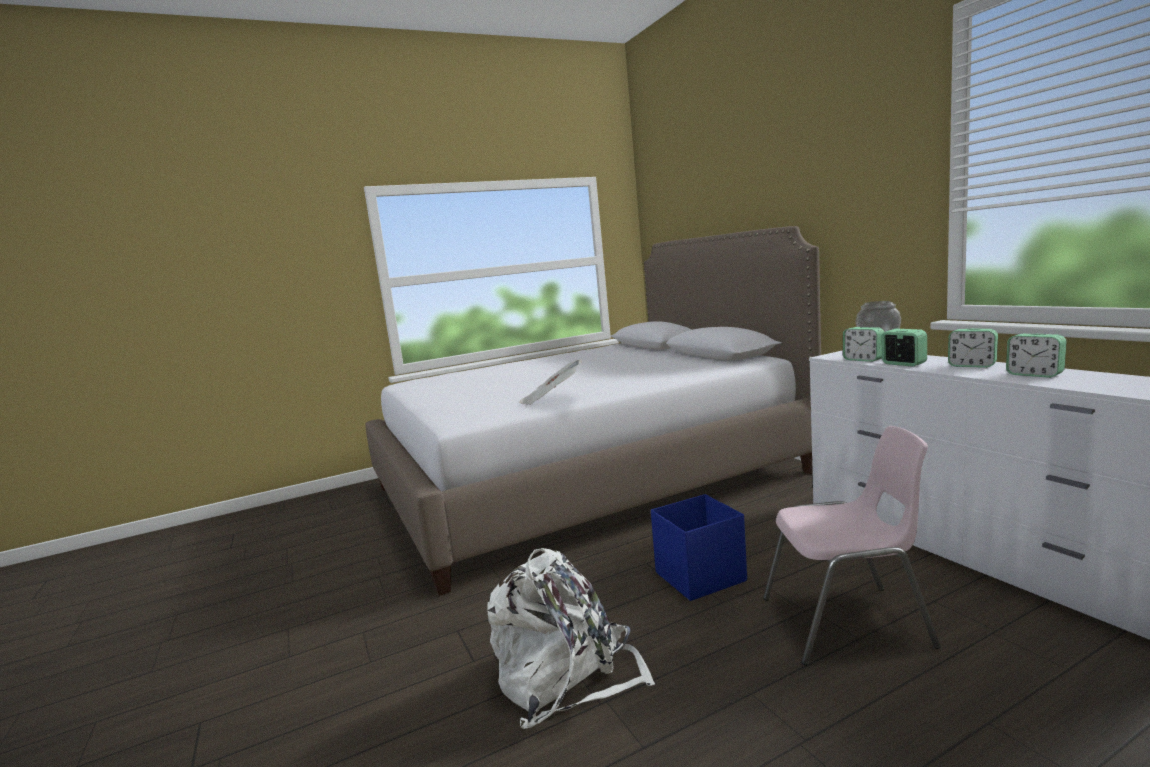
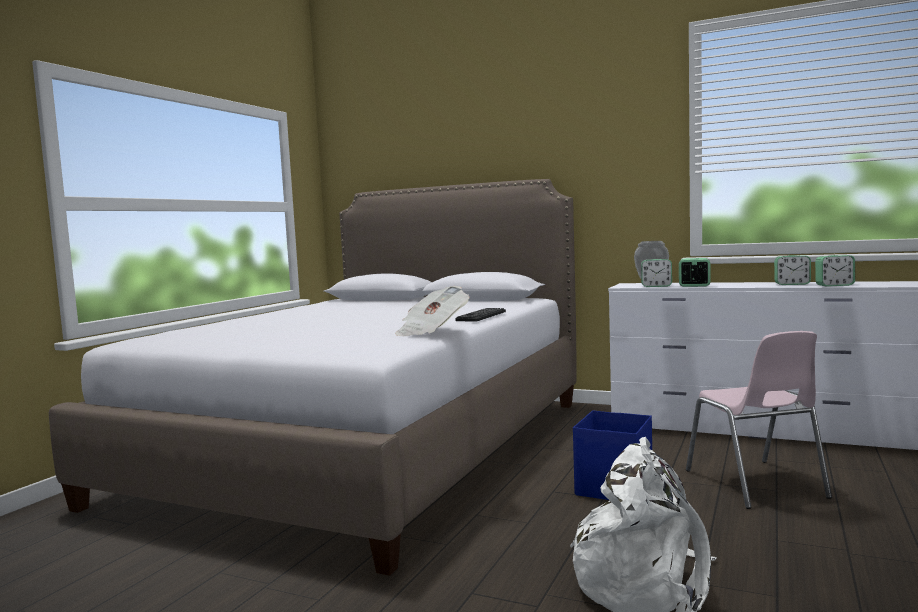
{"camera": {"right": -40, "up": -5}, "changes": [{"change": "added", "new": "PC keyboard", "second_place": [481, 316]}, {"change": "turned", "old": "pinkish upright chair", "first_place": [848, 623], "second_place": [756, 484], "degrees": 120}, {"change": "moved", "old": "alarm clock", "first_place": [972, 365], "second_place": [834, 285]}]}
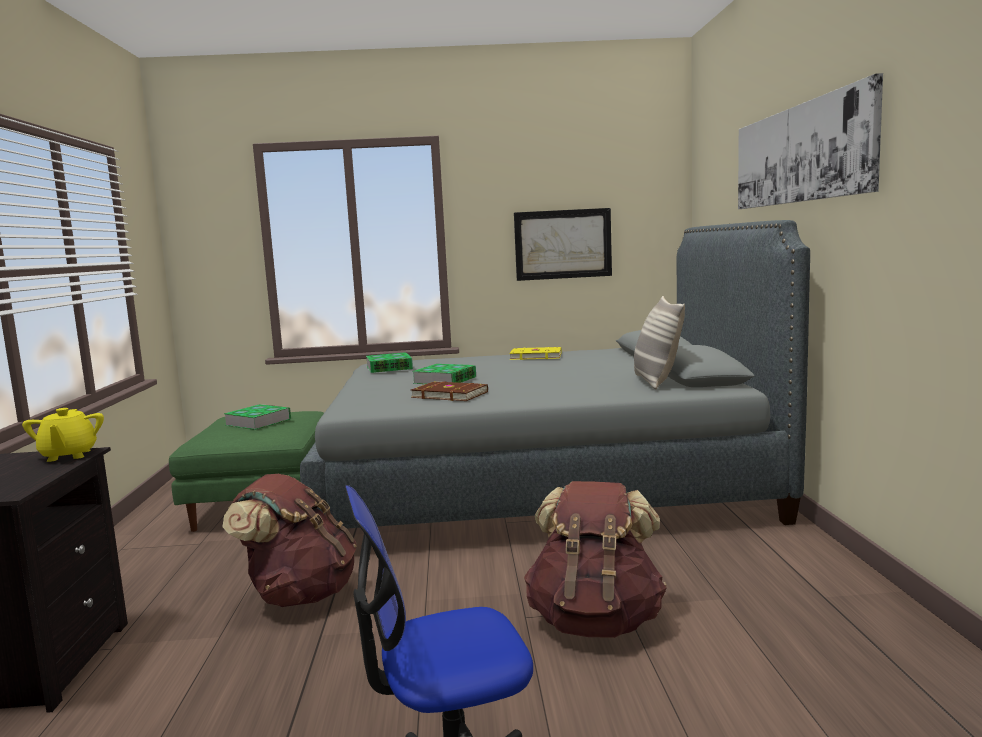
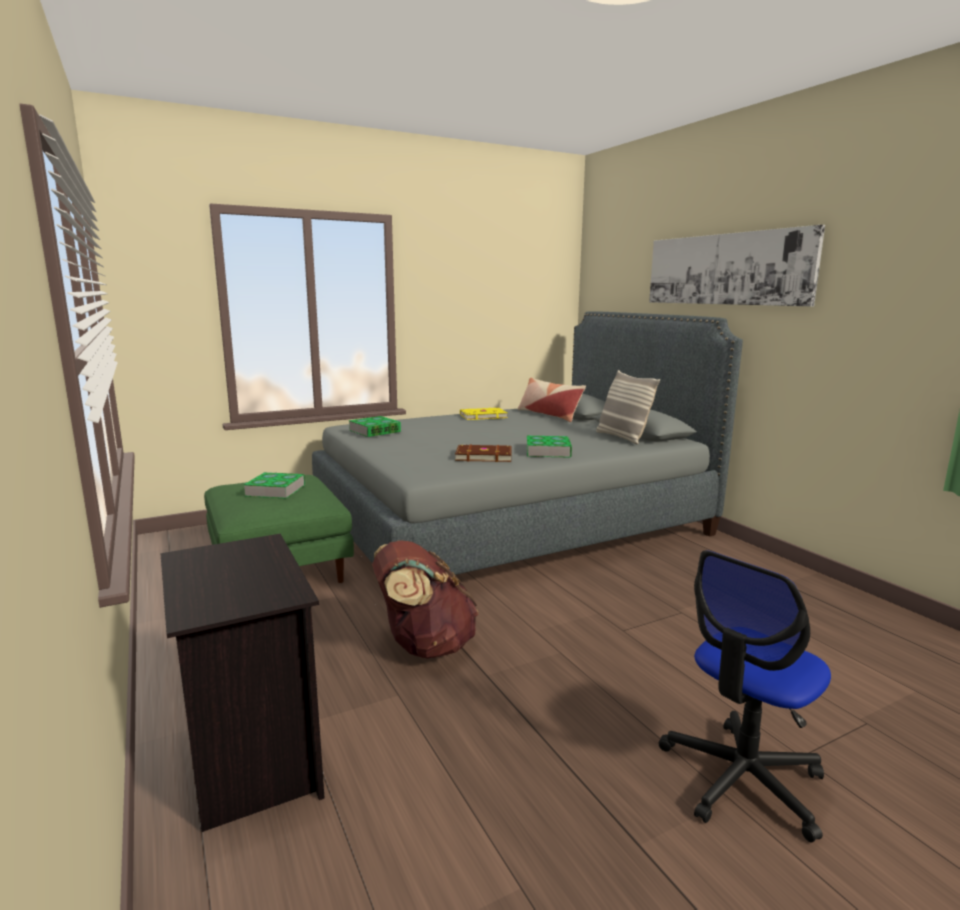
{"camera": {"right": -25, "up": 5}, "changes": [{"change": "added", "new": "throw pillow", "second_place": [549, 415]}, {"change": "moved", "old": "volume", "first_place": [445, 380], "second_place": [548, 451]}, {"change": "removed", "old": "yellow tea pot", "first_place": [68, 455]}, {"change": "removed", "old": "picture", "first_place": [563, 244]}, {"change": "removed", "old": "brown-coloured knapsack", "first_place": [596, 621]}]}
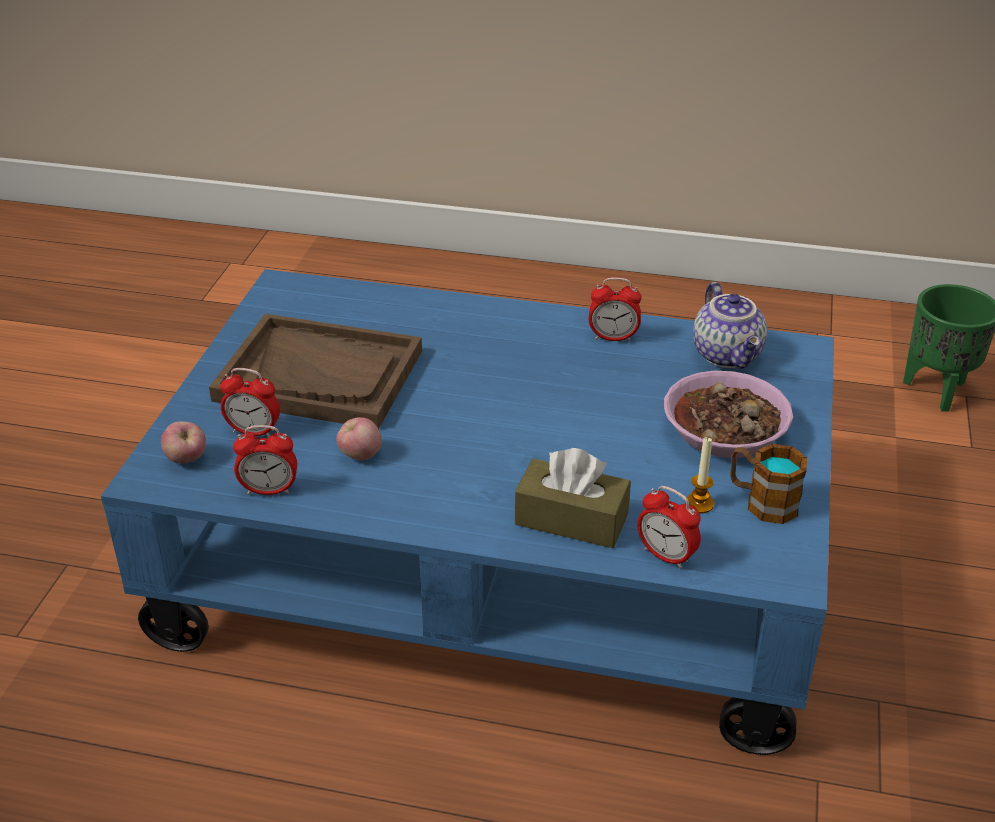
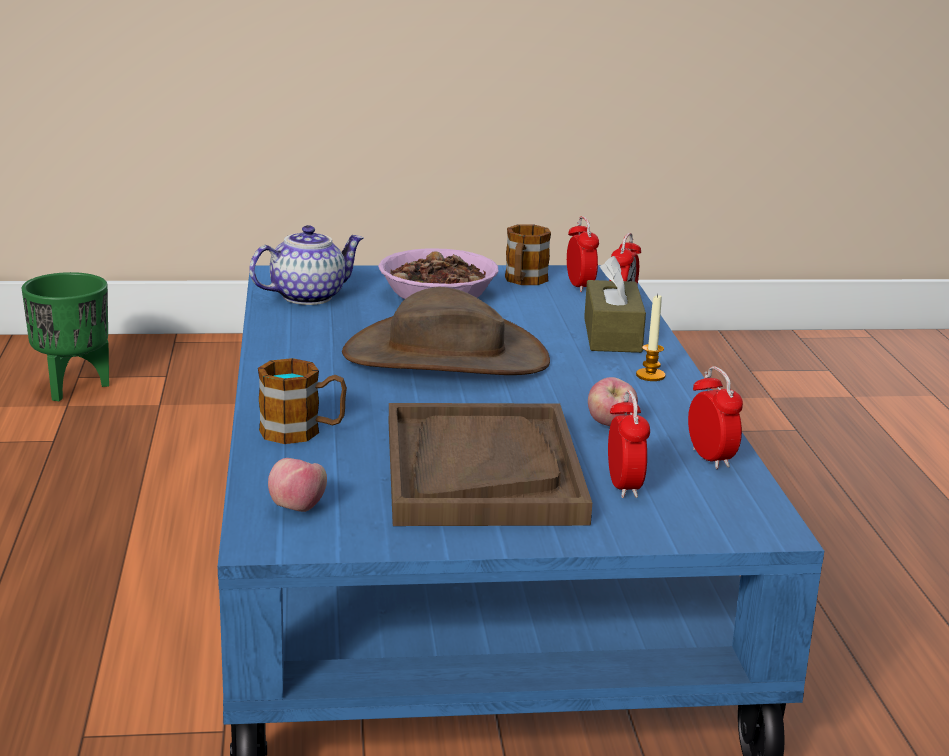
{"camera": {"right": -110, "up": -15}, "changes": [{"change": "added", "new": "coffee mug", "second_place": [302, 432]}, {"change": "moved", "old": "whole apple", "first_place": [186, 459], "second_place": [297, 508]}, {"change": "added", "new": "brown-coloured wearable hat", "second_place": [445, 357]}, {"change": "moved", "old": "alarm clock", "first_place": [613, 337], "second_place": [580, 286]}, {"change": "moved", "old": "wax light", "first_place": [699, 504], "second_place": [650, 375]}]}
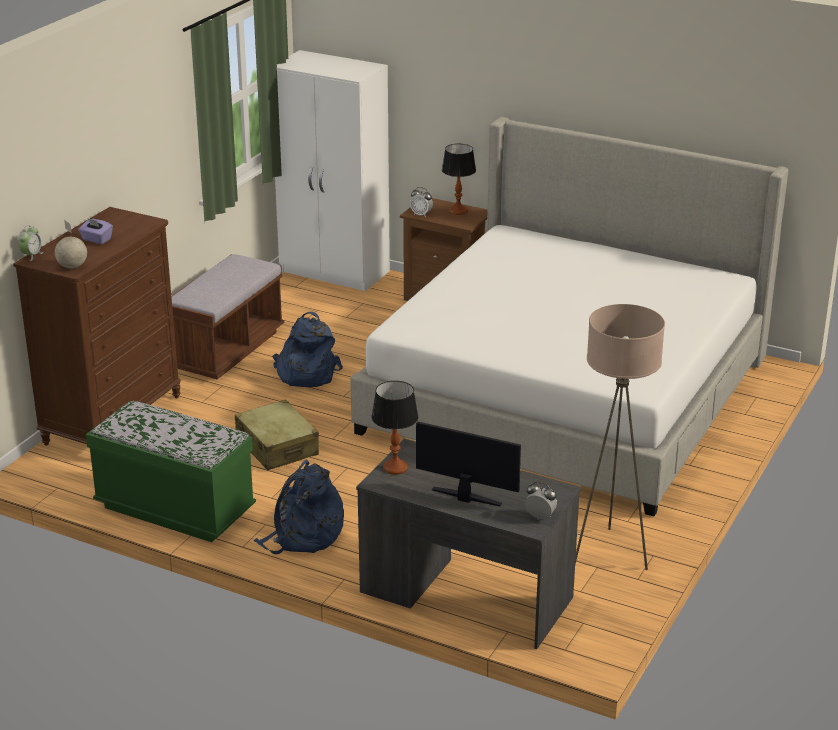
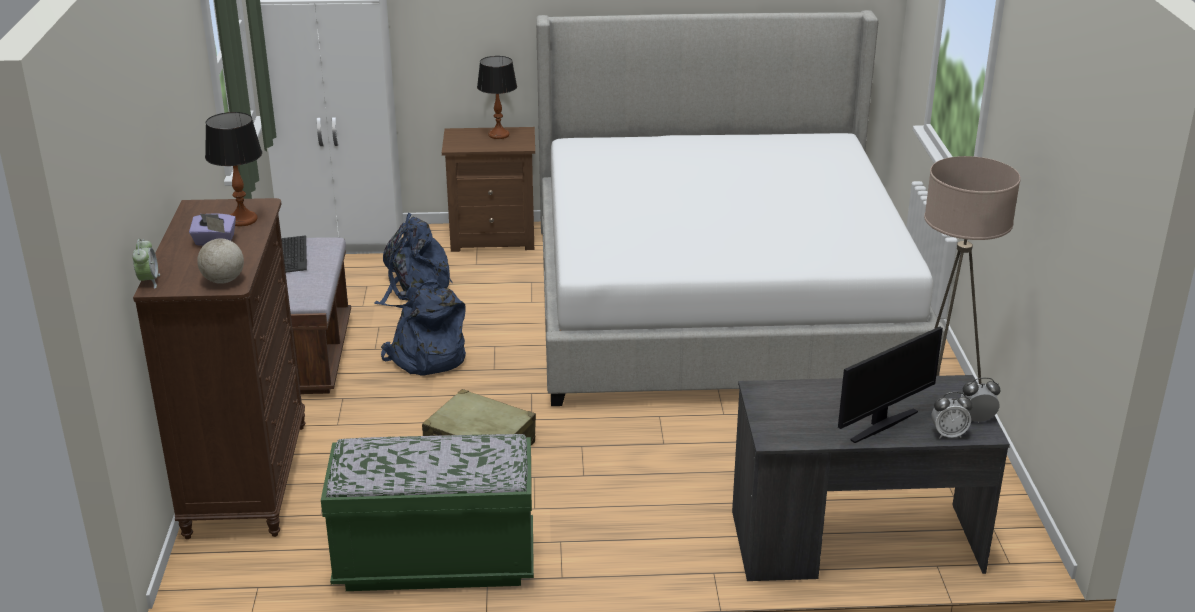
{"camera": {"right": -30, "up": 0}, "changes": [{"change": "moved", "old": "tabletop lamp", "first_place": [395, 468], "second_place": [243, 220]}, {"change": "added", "new": "PC keyboard", "second_place": [292, 255]}, {"change": "moved", "old": "blue knapsack", "first_place": [303, 535], "second_place": [414, 289]}, {"change": "turned", "old": "monitor", "first_place": [465, 498], "second_place": [882, 424], "degrees": 150}, {"change": "moved", "old": "alarm clock", "first_place": [421, 214], "second_place": [948, 434]}]}
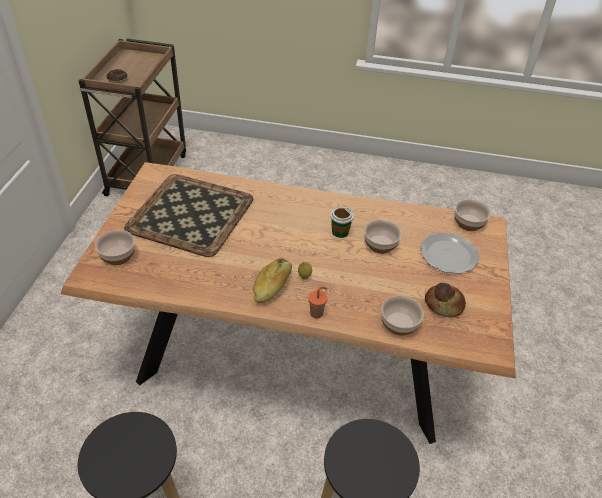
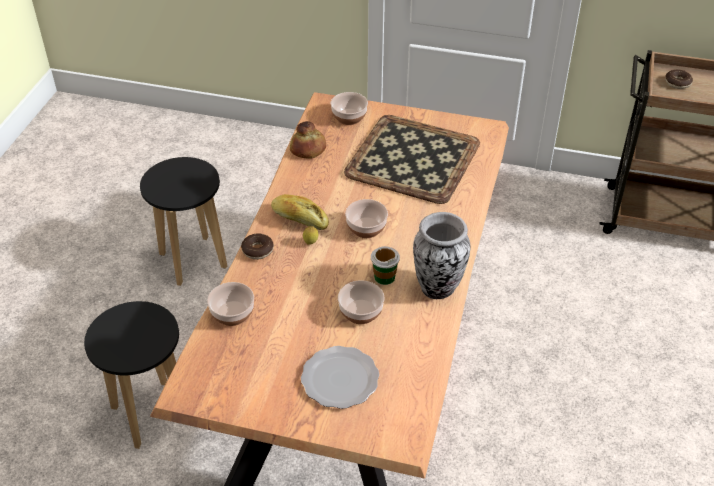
{"camera": {"right": 95, "up": 0}, "changes": [{"change": "replaced", "old": "orangey small cup", "new": "ring doughnut", "first_place": [317, 313], "second_place": [257, 250]}, {"change": "moved", "old": "bread", "first_place": [444, 304], "second_place": [308, 149]}, {"change": "moved", "old": "bowl", "first_place": [469, 223], "second_place": [365, 228]}, {"change": "added", "new": "decorative vase", "second_place": [438, 288]}]}
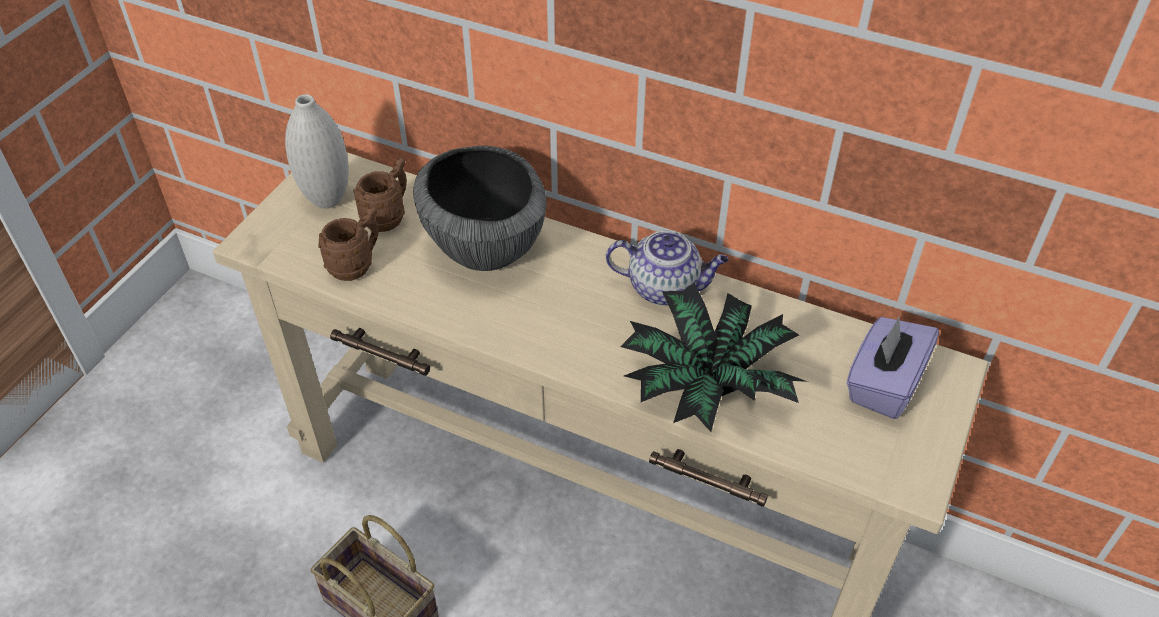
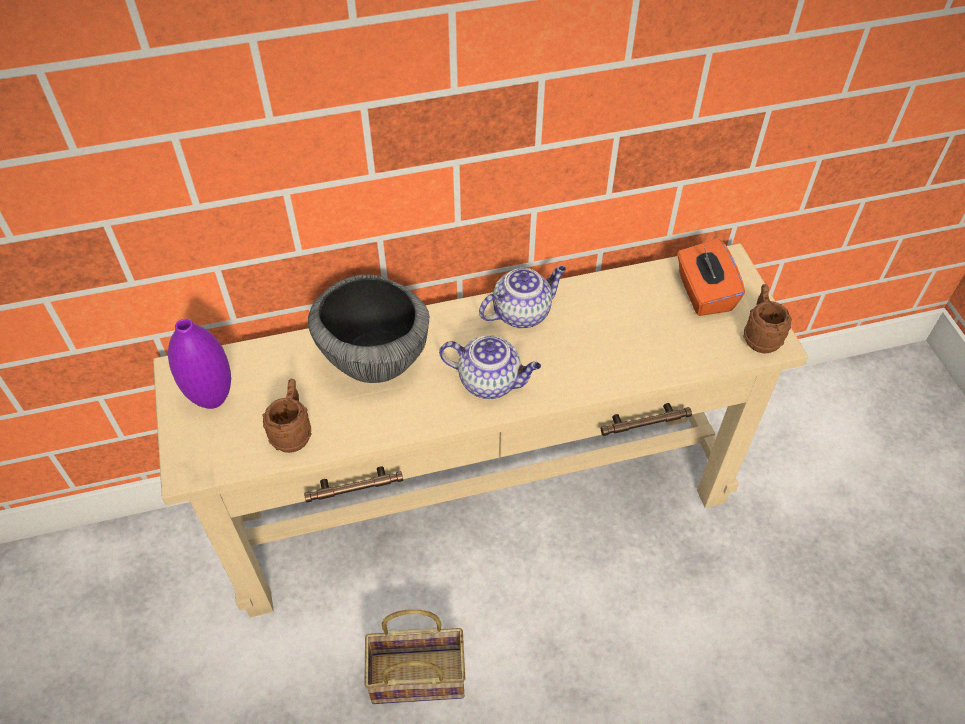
{"camera": {"right": -40, "up": 5}, "changes": [{"change": "recoloured", "old": "white-coloured decorative vase", "new": "purple decorative vase", "first_place": [327, 200], "second_place": [212, 398]}, {"change": "added", "new": "tea pot", "second_place": [490, 381]}, {"change": "recoloured", "old": "purple tissue box", "new": "orangey tissue box", "first_place": [883, 384], "second_place": [703, 293]}, {"change": "moved", "old": "brown-coloured coffee mug", "first_place": [388, 216], "second_place": [759, 336]}, {"change": "removed", "old": "plant in a pot", "first_place": [707, 385]}]}
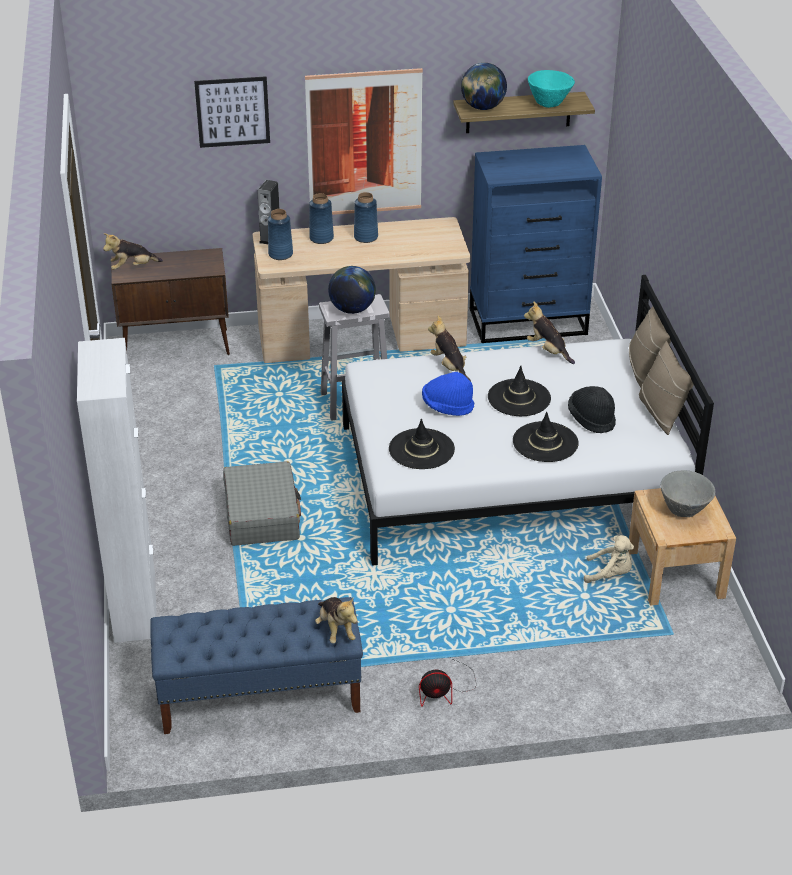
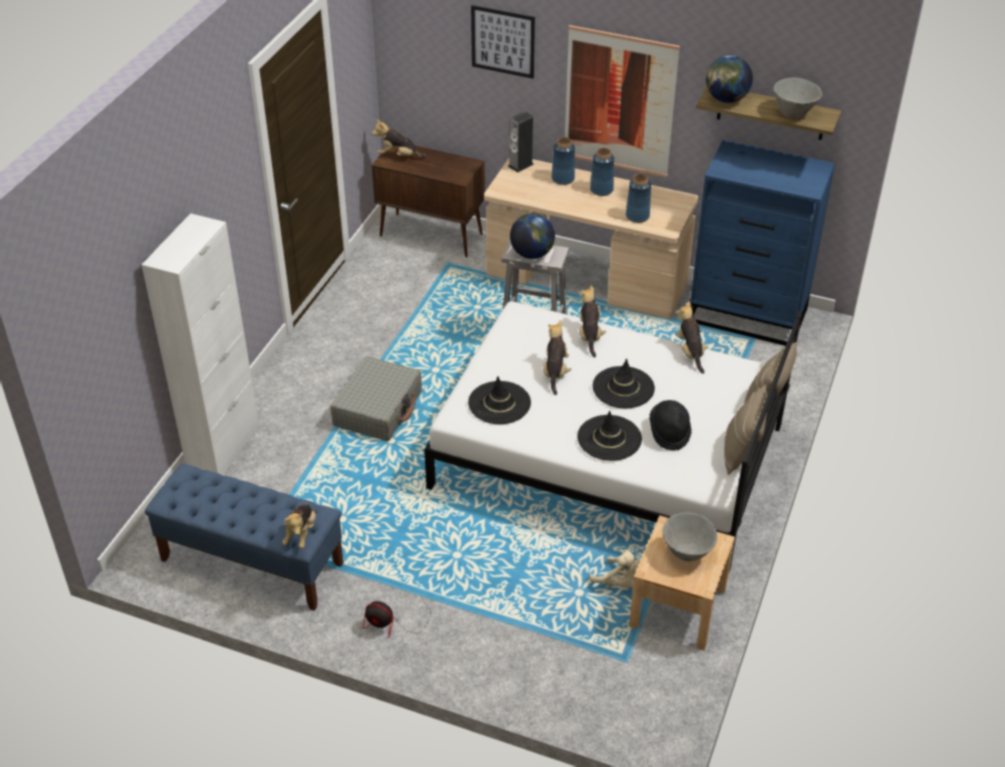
{"camera": {"right": 30, "up": 5}, "changes": [{"change": "replaced", "old": "blue wearable hat", "new": "cuddly toy", "first_place": [447, 407], "second_place": [555, 372]}, {"change": "moved", "old": "blue decorative vase", "first_place": [280, 254], "second_place": [637, 216]}, {"change": "recoloured", "old": "blue-green bowl", "new": "grey bowl", "first_place": [549, 104], "second_place": [794, 113]}]}
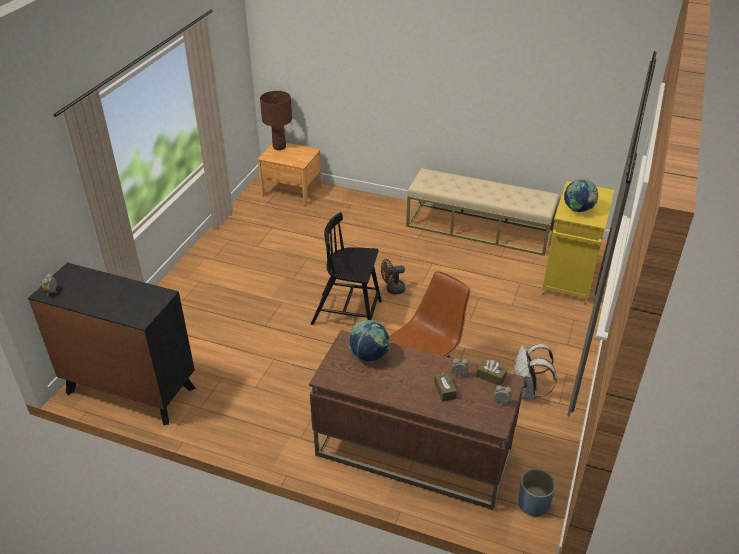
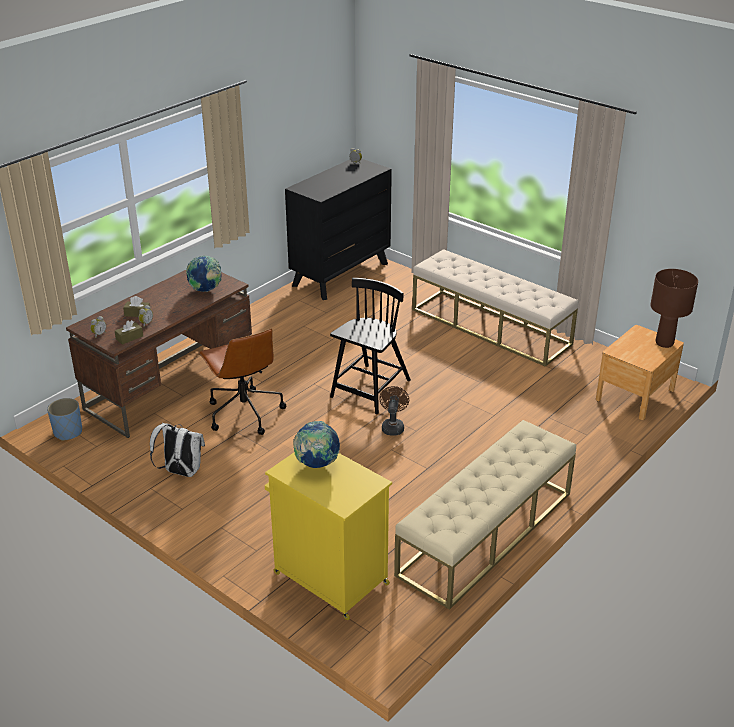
{"camera": {"right": 110, "up": -5}, "changes": [{"change": "added", "new": "beige long seat", "second_place": [490, 327]}]}
